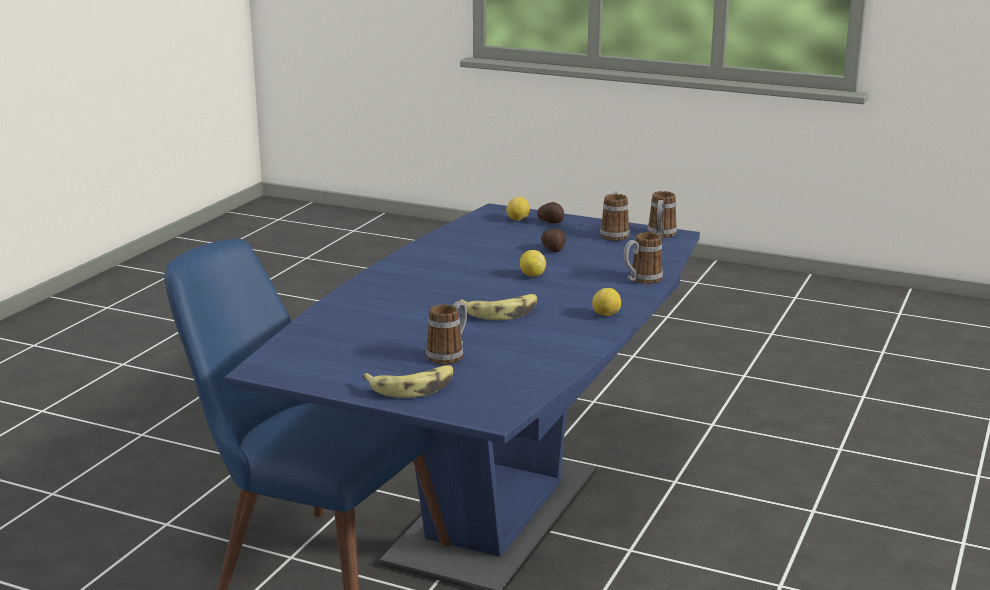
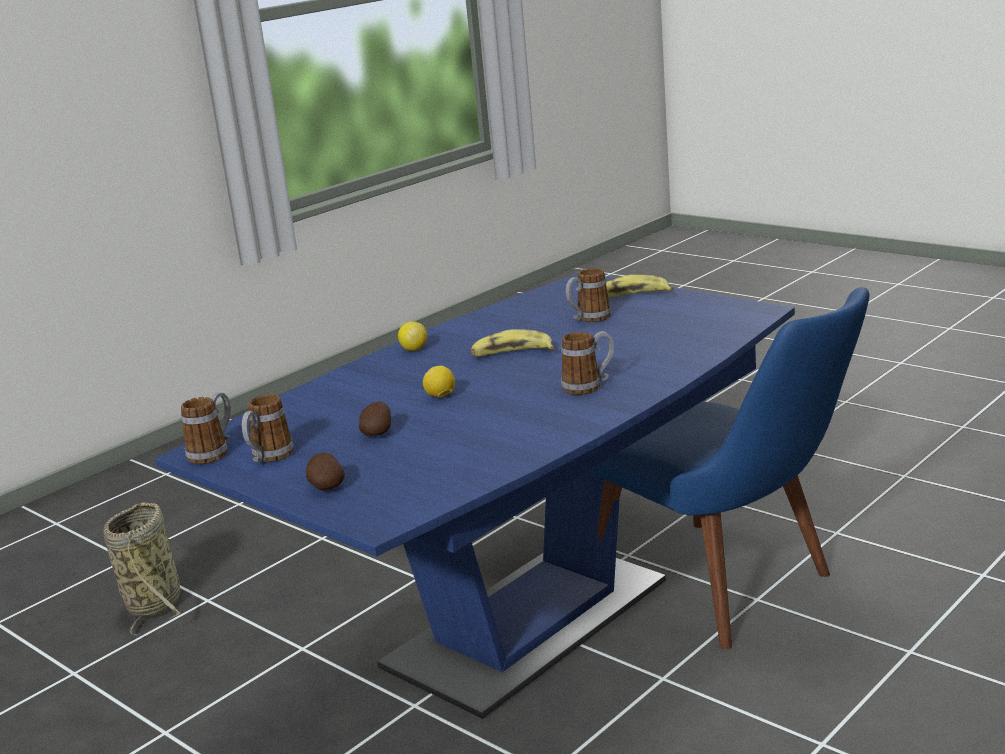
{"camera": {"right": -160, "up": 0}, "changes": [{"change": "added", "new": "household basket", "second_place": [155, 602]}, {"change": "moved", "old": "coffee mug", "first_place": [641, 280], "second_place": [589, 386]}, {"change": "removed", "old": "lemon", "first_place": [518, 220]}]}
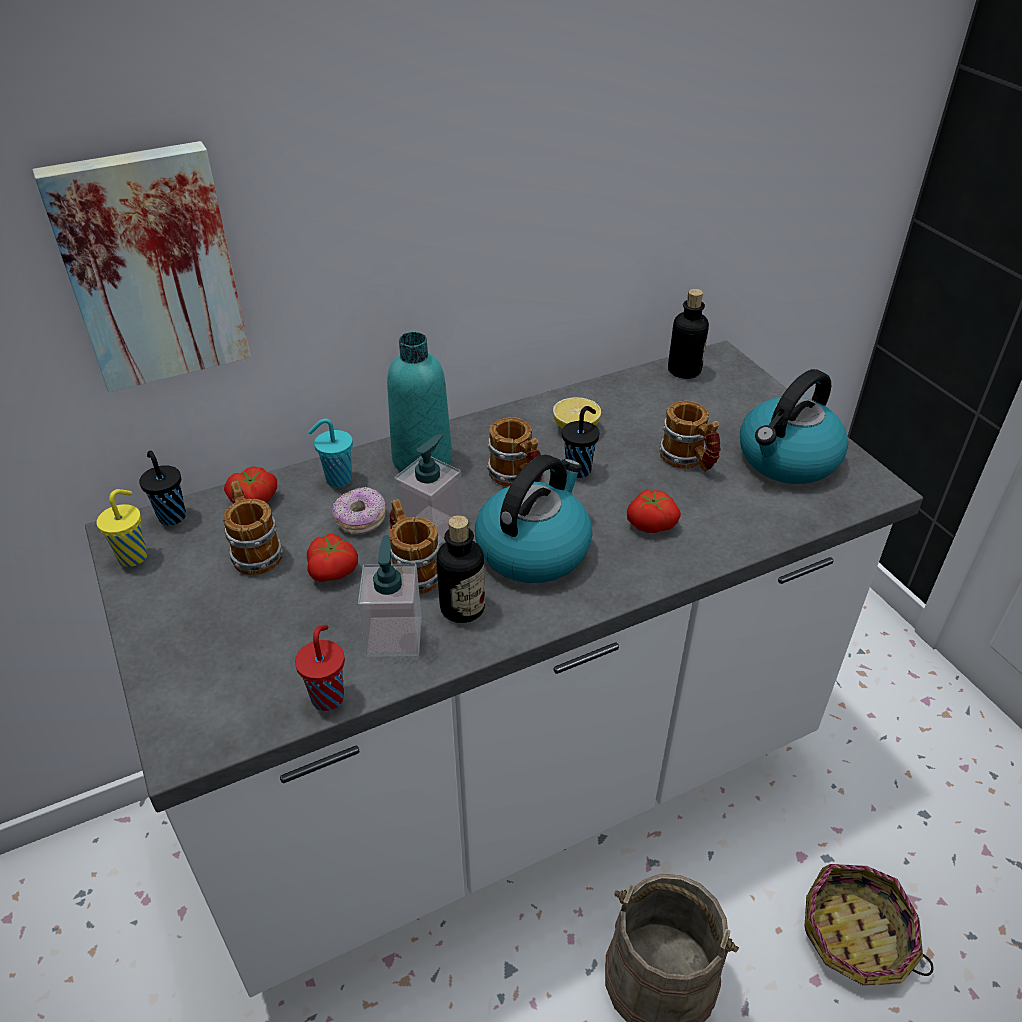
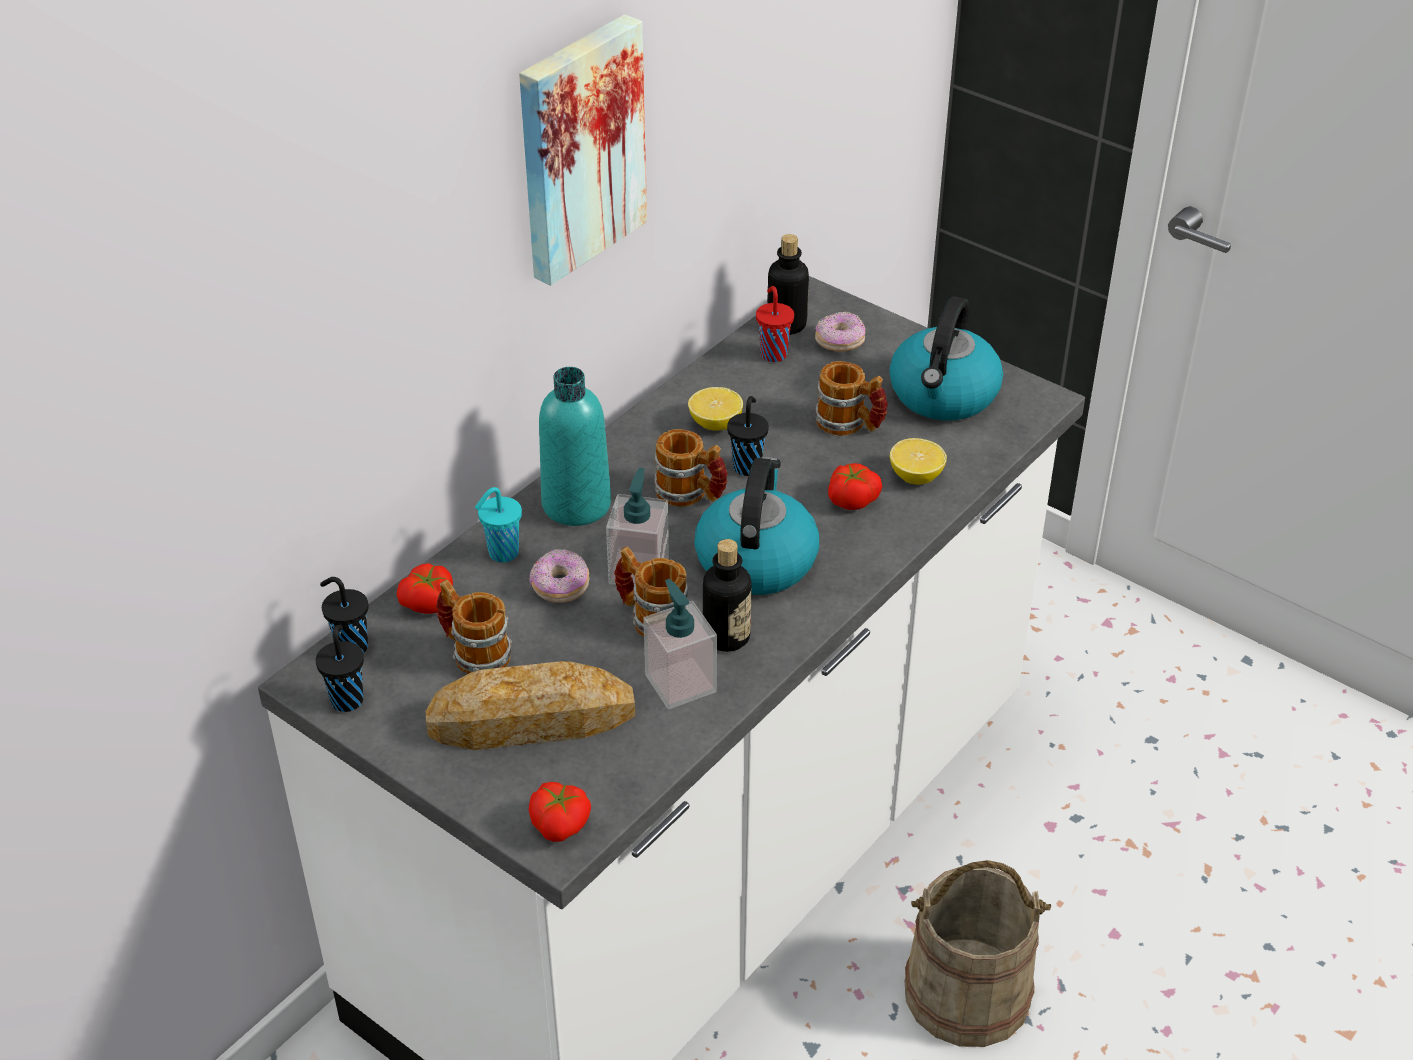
{"camera": {"right": -25, "up": 0}, "changes": [{"change": "recoloured", "old": "yellow small cup", "new": "black-coloured small cup", "first_place": [134, 556], "second_place": [347, 699]}, {"change": "added", "new": "bread", "second_place": [531, 720]}, {"change": "moved", "old": "picture", "first_place": [150, 267], "second_place": [578, 148]}, {"change": "moved", "old": "tomato", "first_place": [334, 571], "second_place": [561, 824]}, {"change": "moved", "old": "red small cup", "first_place": [328, 696], "second_place": [773, 353]}, {"change": "added", "new": "ring doughnut", "second_place": [840, 342]}, {"change": "added", "new": "lemon", "second_place": [916, 476]}, {"change": "removed", "old": "household basket", "first_place": [856, 937]}]}
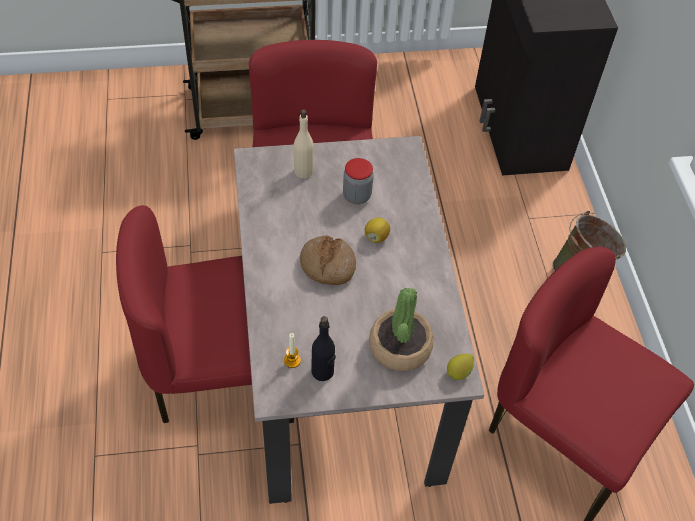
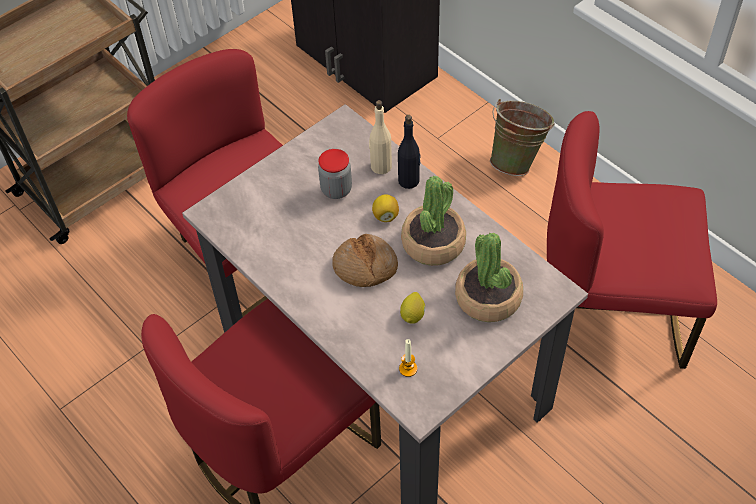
{"camera": {"right": -30, "up": 0}, "changes": [{"change": "moved", "old": "beige beverage bottle", "first_place": [303, 171], "second_place": [381, 166]}, {"change": "moved", "old": "black-coloured beverage bottle", "first_place": [323, 372], "second_place": [409, 181]}, {"change": "moved", "old": "lemon", "first_place": [459, 372], "second_place": [413, 315]}, {"change": "added", "new": "plant in a pot", "second_place": [433, 243]}]}
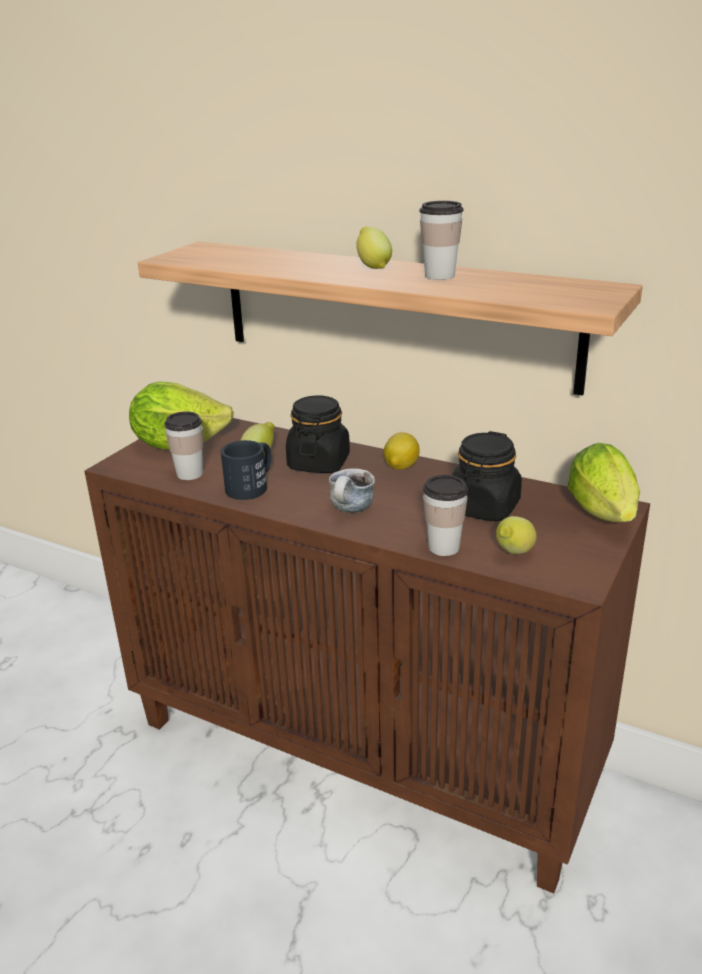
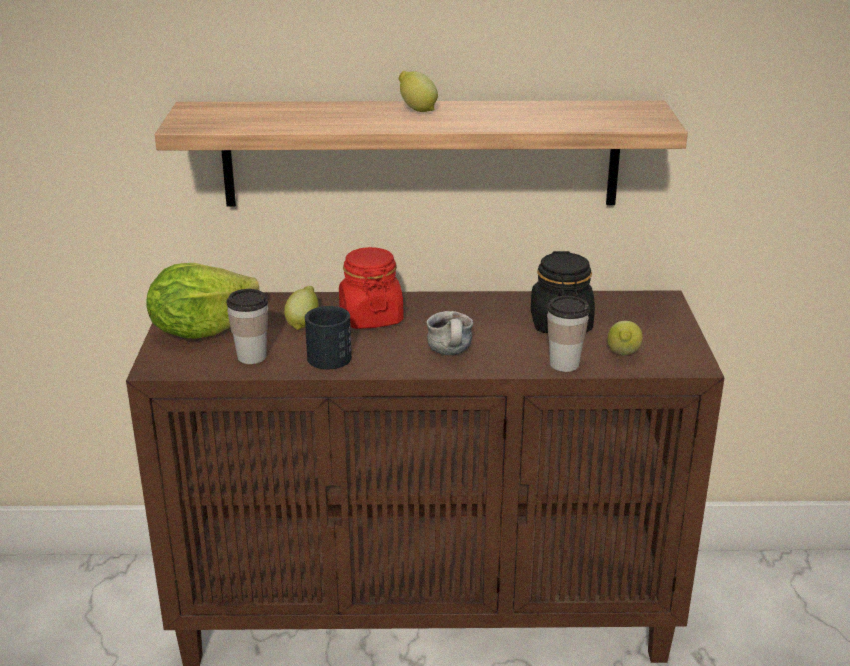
{"camera": {"right": -30, "up": 0}, "changes": [{"change": "recoloured", "old": "black-coloured preserve jar", "new": "red preserve jar", "first_place": [319, 463], "second_place": [370, 317]}, {"change": "removed", "old": "lemon", "first_place": [400, 467]}, {"change": "removed", "old": "small cup", "first_place": [440, 276]}, {"change": "removed", "old": "lettuce head", "first_place": [605, 516]}]}
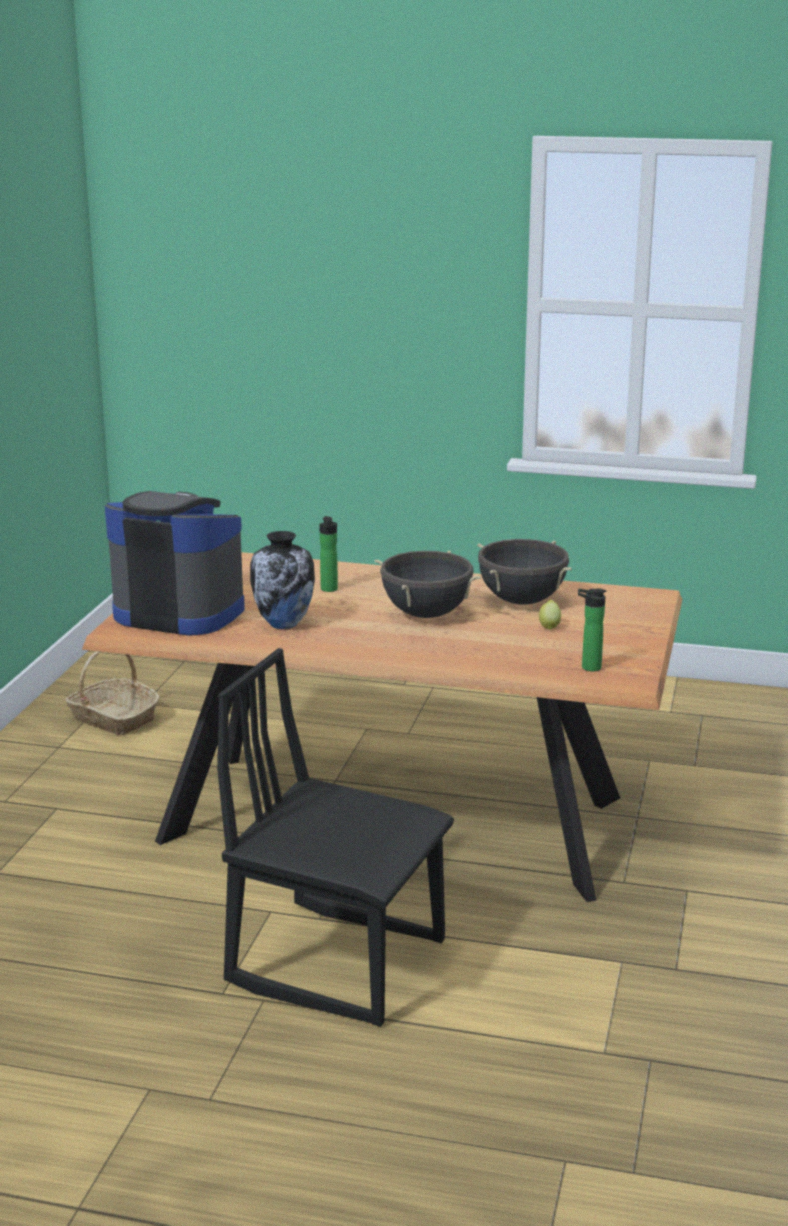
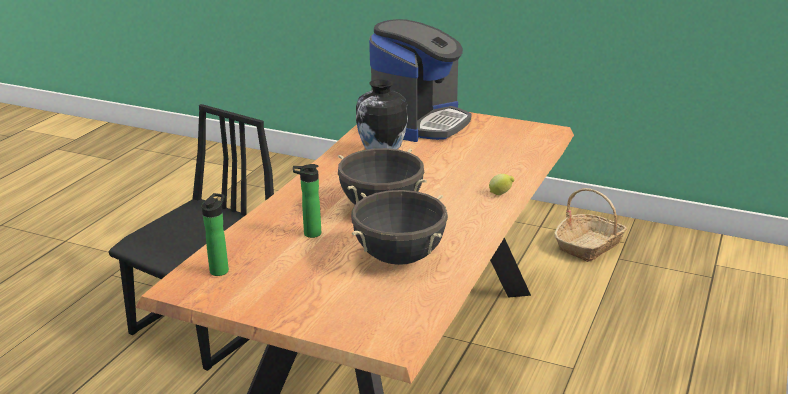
{"camera": {"right": 100, "up": 5}, "changes": [{"change": "moved", "old": "beverage bottle", "first_place": [330, 590], "second_place": [309, 234]}, {"change": "moved", "old": "lemon", "first_place": [549, 626], "second_place": [501, 194]}]}
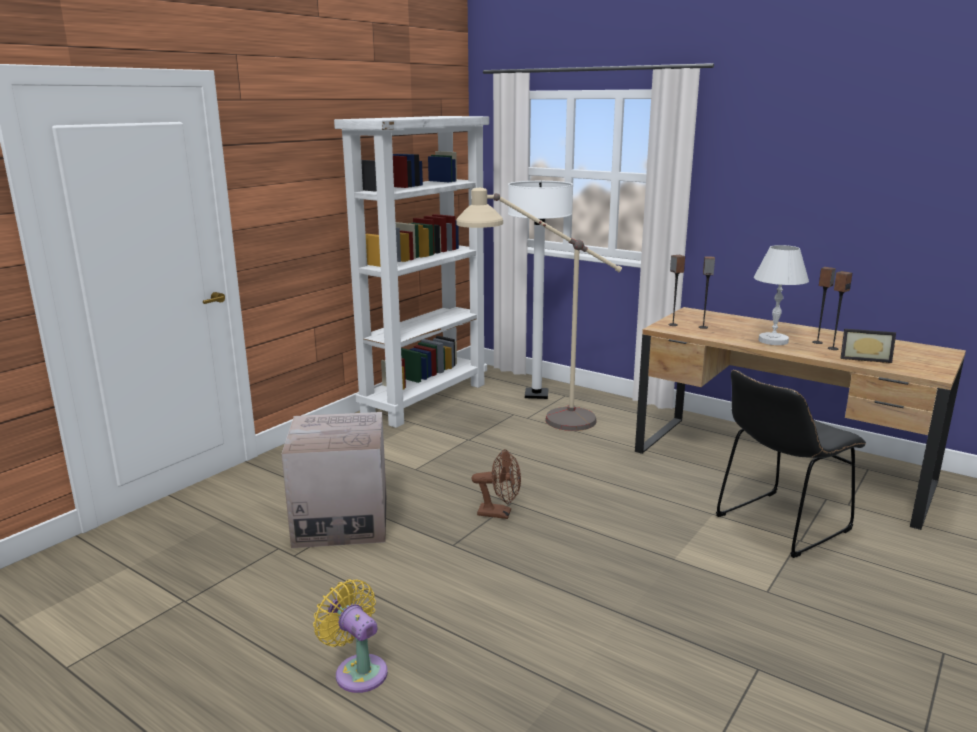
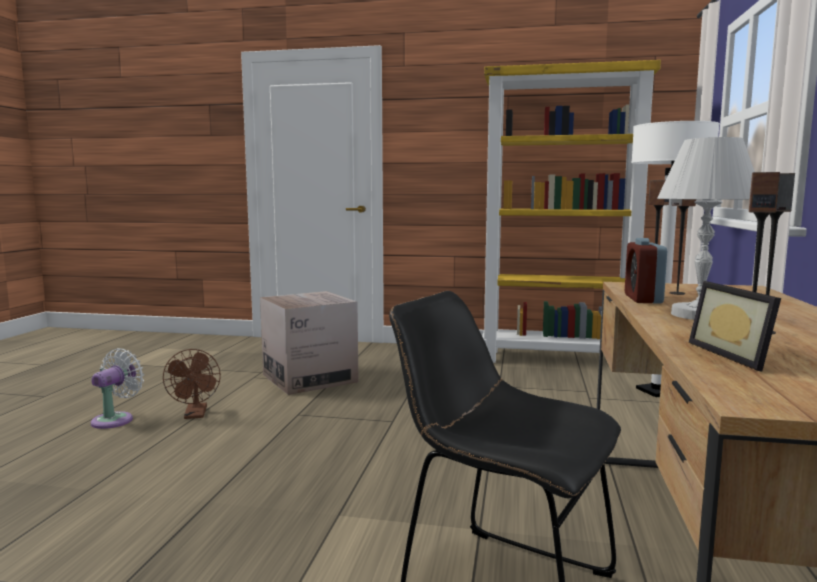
{"camera": {"right": 65, "up": -10}, "changes": [{"change": "recoloured", "old": "yellow fan", "new": "white-coloured fan", "first_place": [358, 670], "second_place": [116, 419]}, {"change": "moved", "old": "brown-coloured fan", "first_place": [500, 513], "second_place": [195, 415]}, {"change": "recoloured", "old": "white-coloured bookshelf", "new": "yellow bookshelf", "first_place": [425, 399], "second_place": [557, 359]}, {"change": "added", "new": "alarm clock", "second_place": [643, 299]}, {"change": "removed", "old": "beige standing lamp", "first_place": [535, 422]}]}
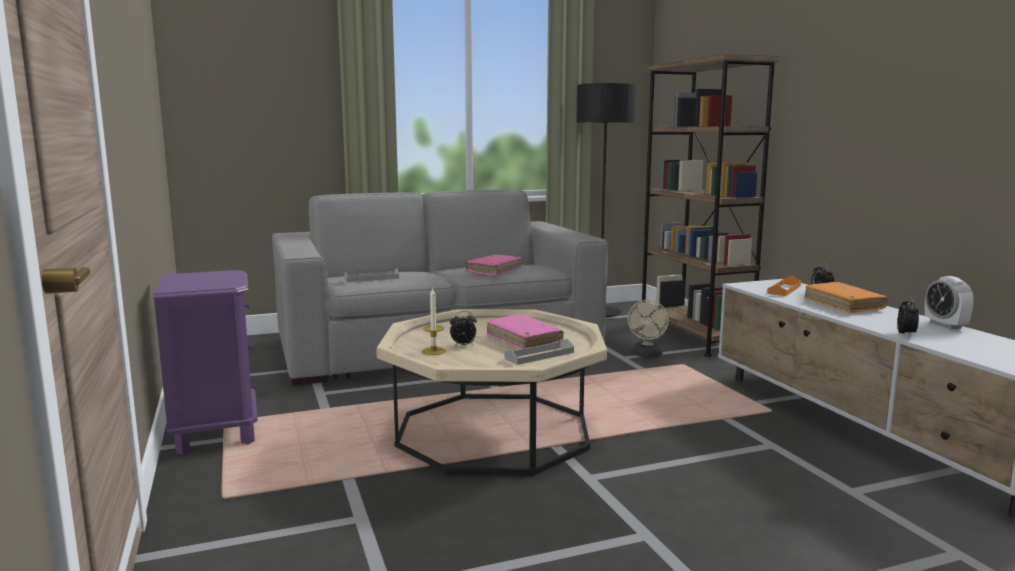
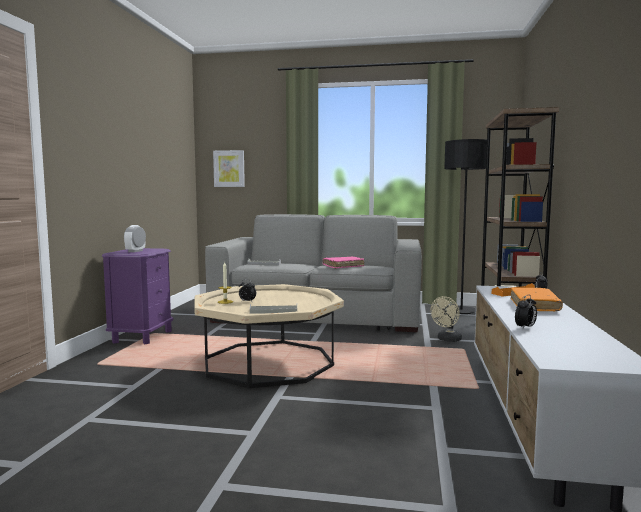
{"camera": {"right": 30, "up": -5}, "changes": [{"change": "moved", "old": "alarm clock", "first_place": [945, 325], "second_place": [135, 251]}, {"change": "added", "new": "picture", "second_place": [229, 168]}, {"change": "removed", "old": "pinkish volume", "first_place": [524, 340]}]}
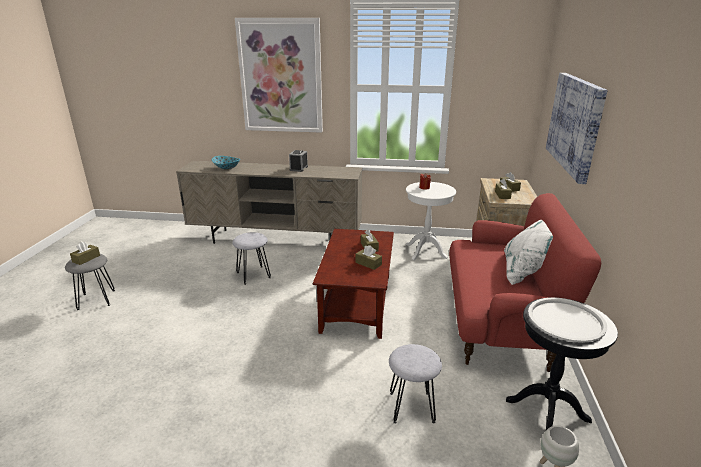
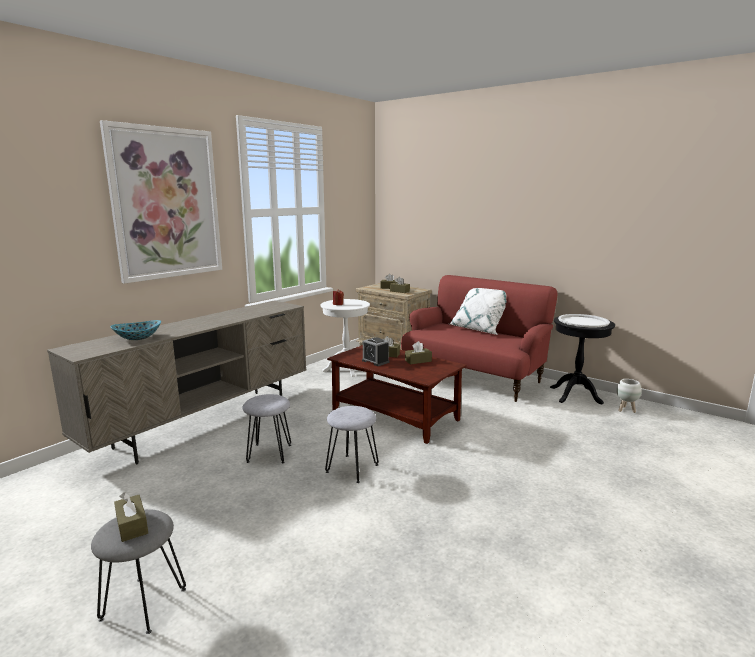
{"camera": {"right": -60, "up": -10}, "changes": [{"change": "moved", "old": "grey stool seat", "first_place": [412, 407], "second_place": [352, 468]}, {"change": "moved", "old": "alarm clock", "first_place": [298, 168], "second_place": [375, 361]}, {"change": "removed", "old": "picture", "first_place": [576, 124]}]}
